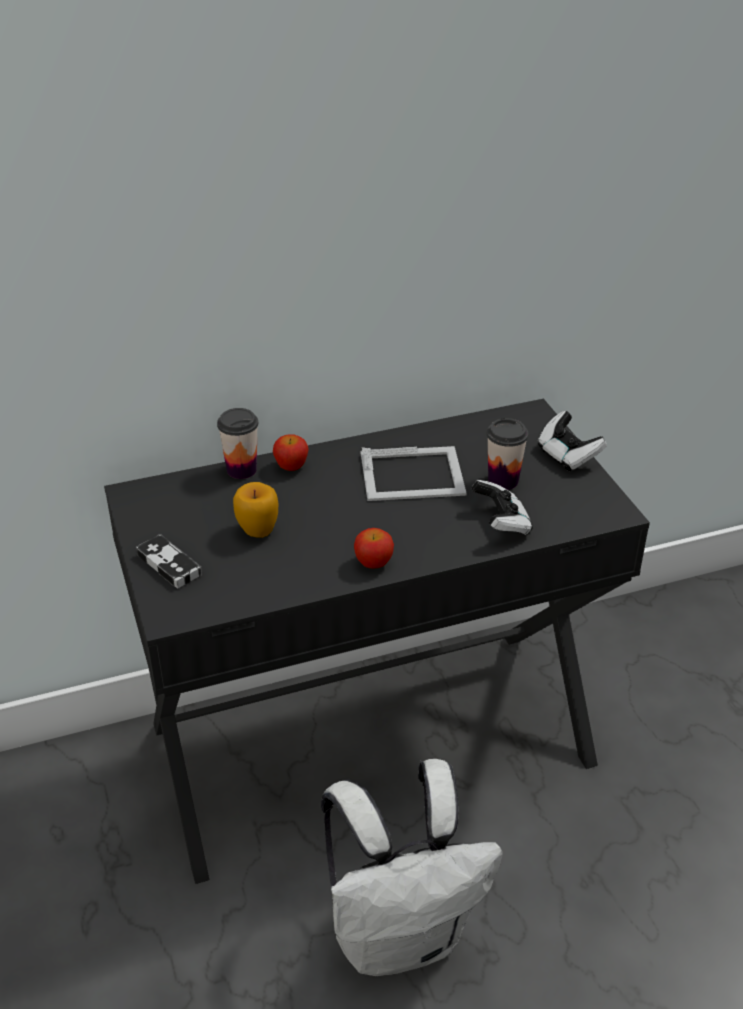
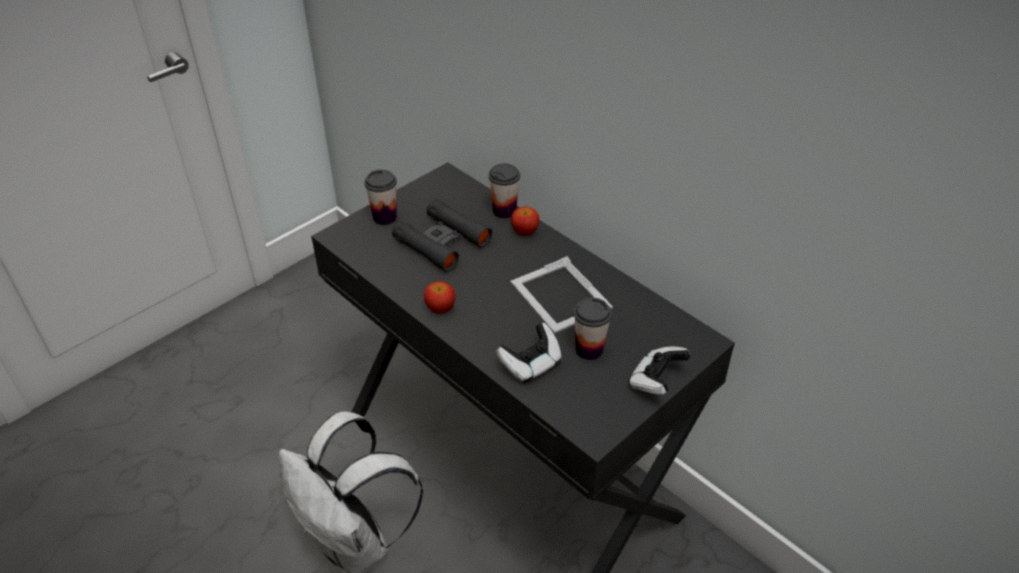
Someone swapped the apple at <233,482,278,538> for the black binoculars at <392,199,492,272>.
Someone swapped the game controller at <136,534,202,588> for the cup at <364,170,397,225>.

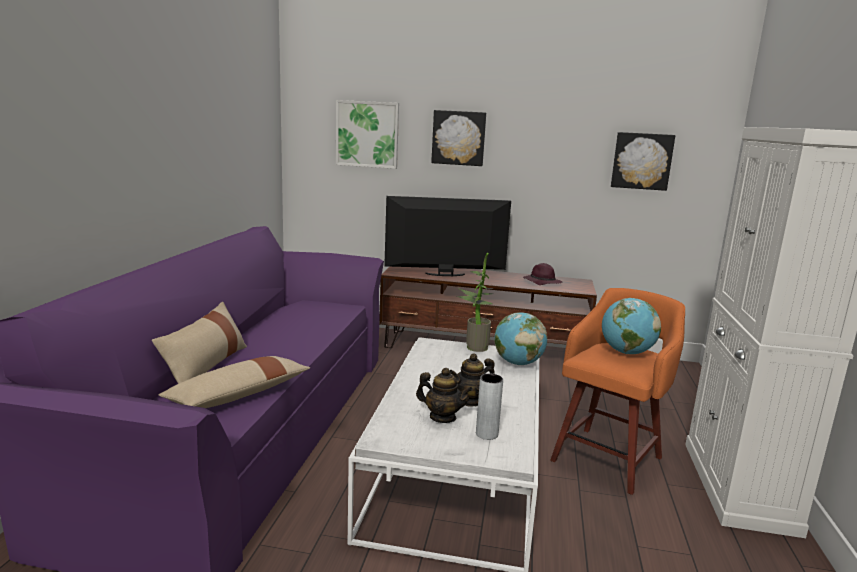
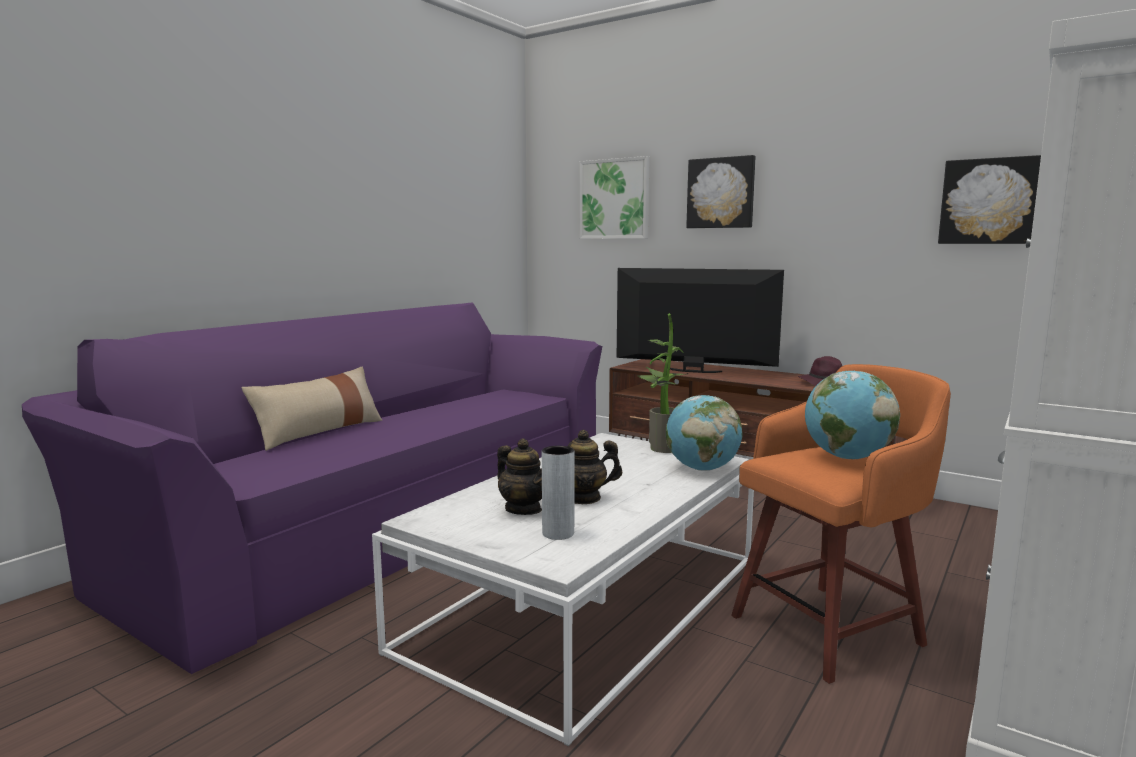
Someone took away the beige pillow at <159,356,310,408>.

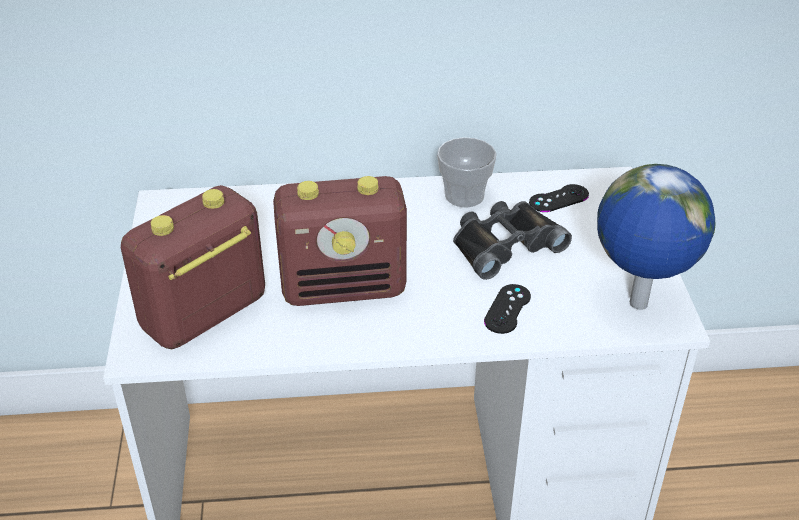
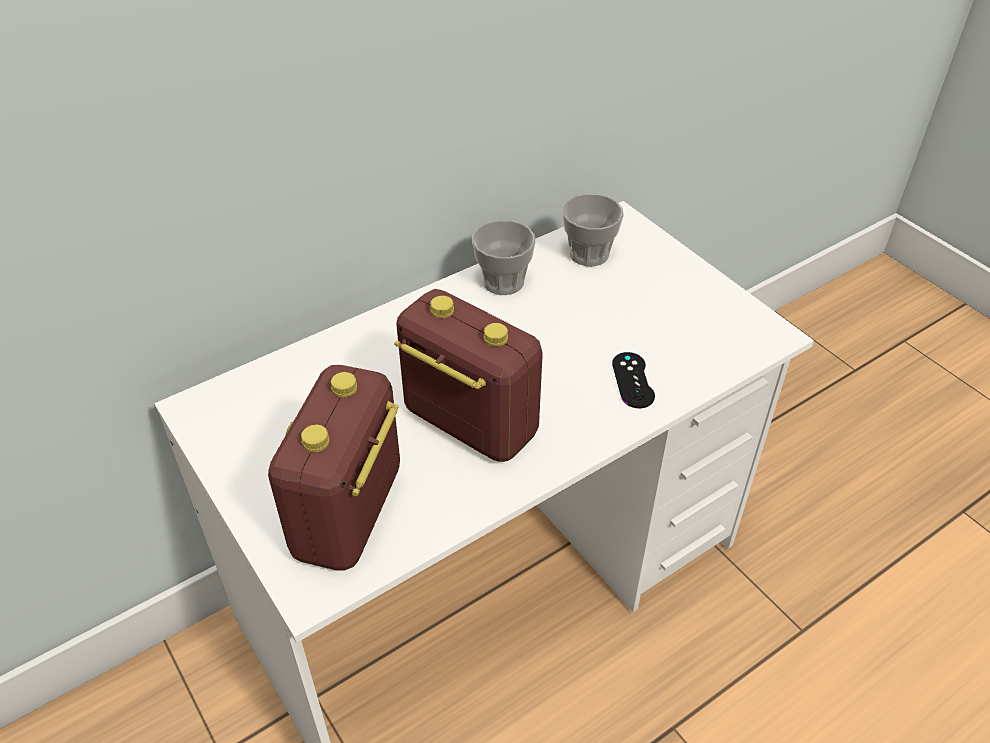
Someone took away the globe at <597,164,716,310>.
Someone rotated the radio at <273,176,407,306> by 105 degrees counterclockwise.
Someone swapped the black game controller at <529,184,589,212> for the cup at <562,194,624,266>.
Someone took away the black binoculars at <453,201,572,280>.

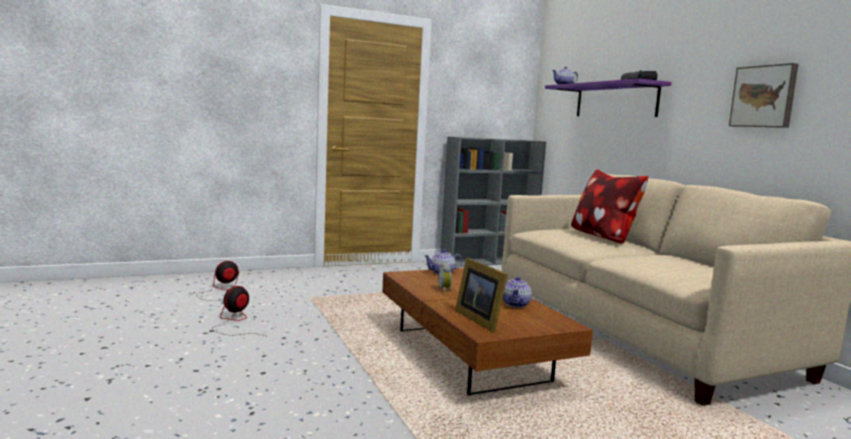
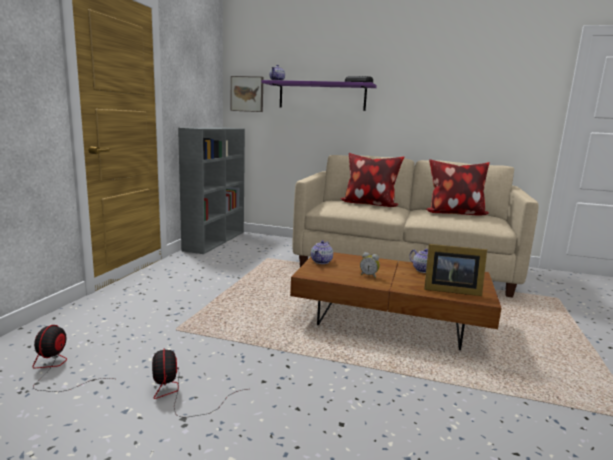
Someone carried the picture from <729,63,799,128> to <231,76,263,112>.
Someone put down the pillow at <426,159,490,216>.

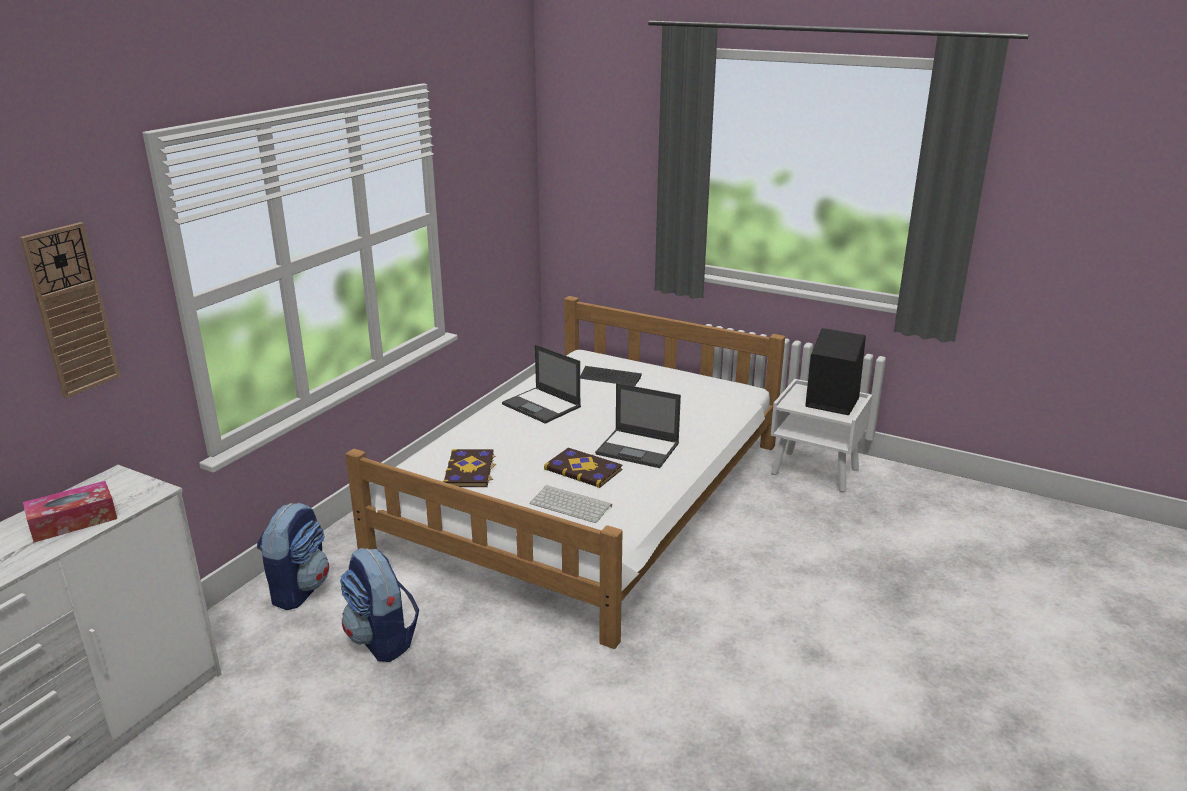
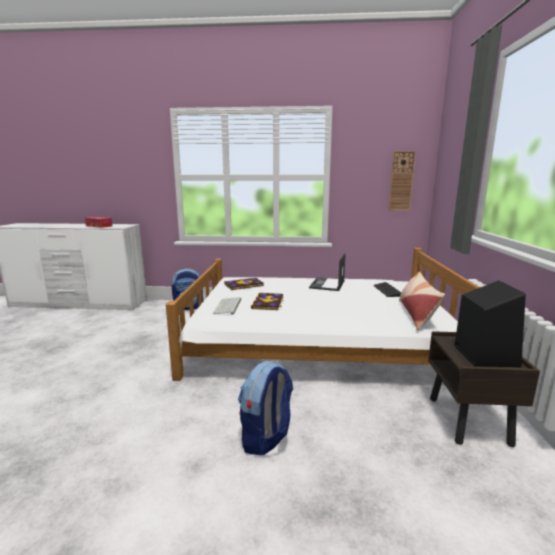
Someone carried the wall clock from <20,222,120,398> to <388,151,416,211>.
Someone repainted the white nightstand at <771,379,872,492>, which became the brown nightstand at <428,331,540,447>.
Someone took away the laptop at <595,383,681,468>.
Someone carried the backpack from <340,547,419,662> to <238,361,293,455>.
Someone put down the pillow at <399,272,445,330>.

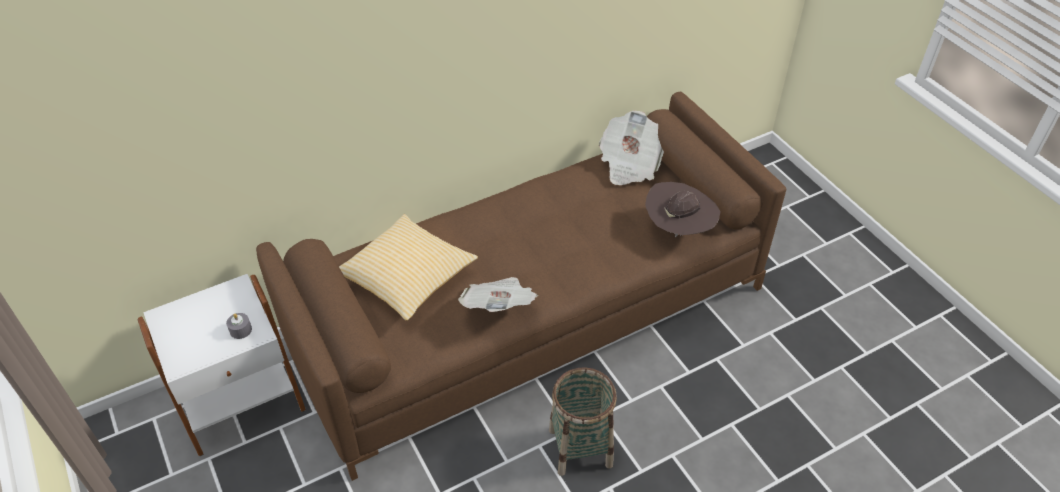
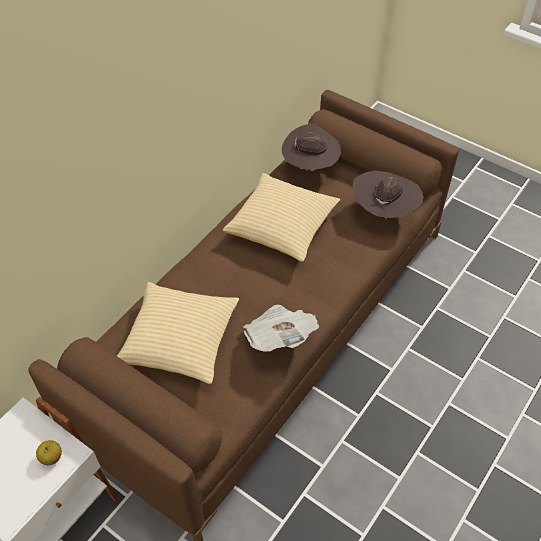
Someone swapped the newspaper at <599,111,664,185> for the brown hat at <282,123,341,171>.
Someone swapped the grey candle at <226,313,252,339> for the apple at <36,440,62,465>.
Someone took away the basket at <549,368,617,476>.
Someone put down the pillow at <223,173,340,262>.

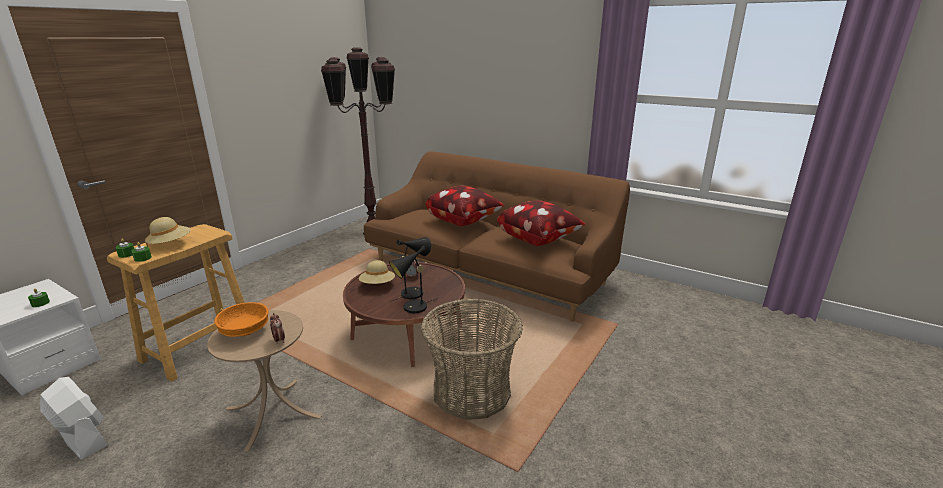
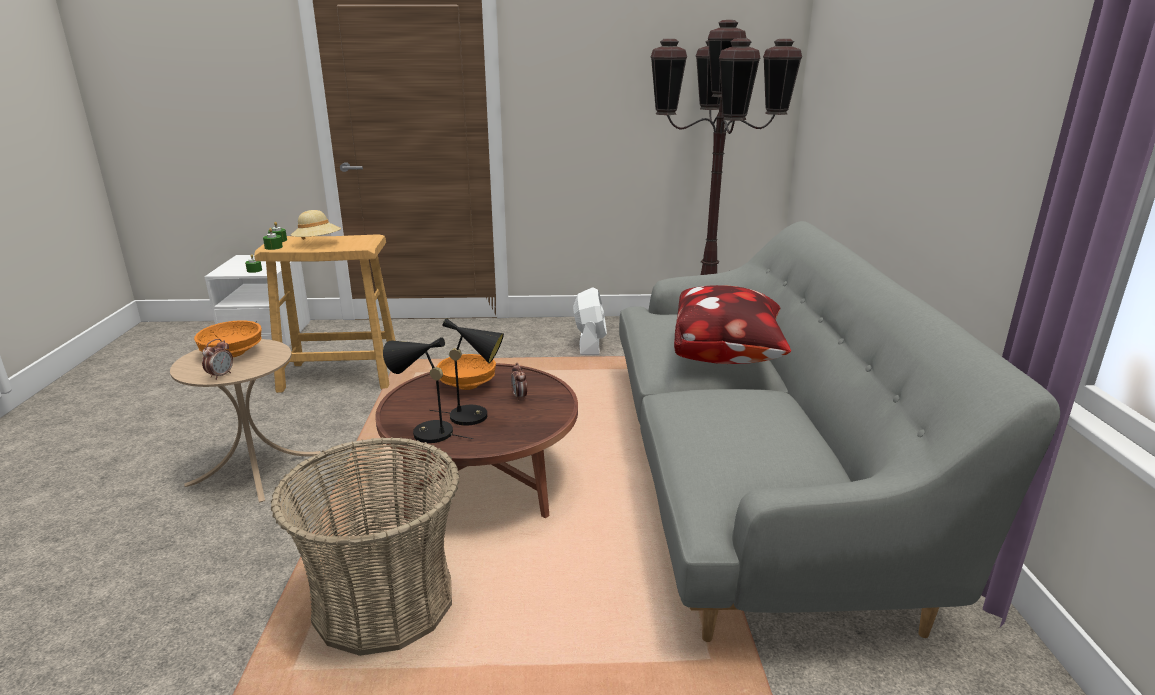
Someone repainted the brown sofa at <364,151,630,322>, which became the grey sofa at <619,221,1060,642>.
Someone took away the pillow at <497,200,585,246>.
Someone swapped the beige hat at <359,260,395,284> for the orange bowl at <437,354,496,390>.
Someone carried the white fan from <40,377,108,460> to <573,287,607,355>.

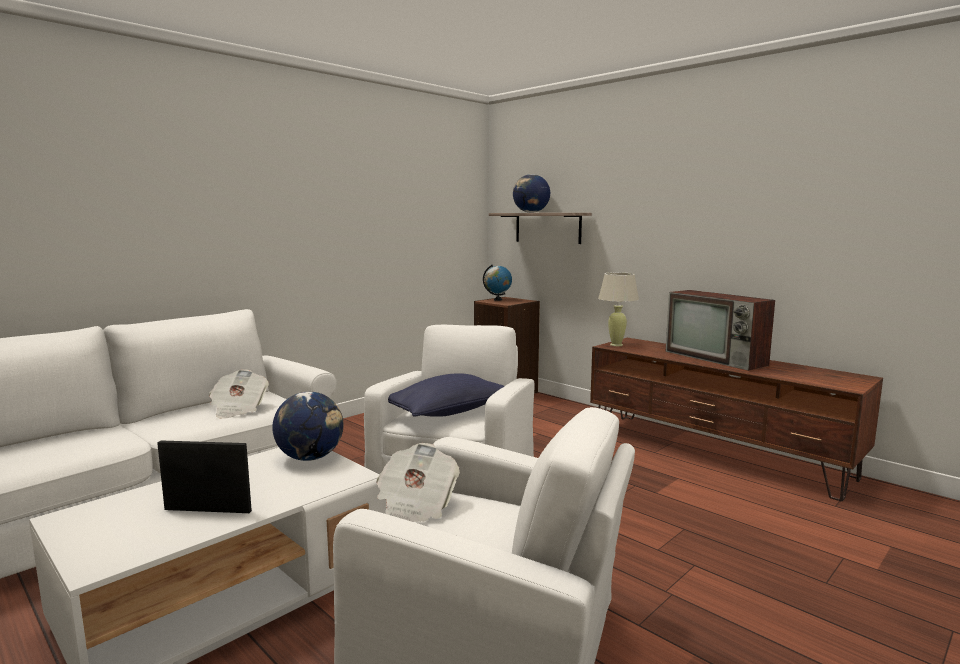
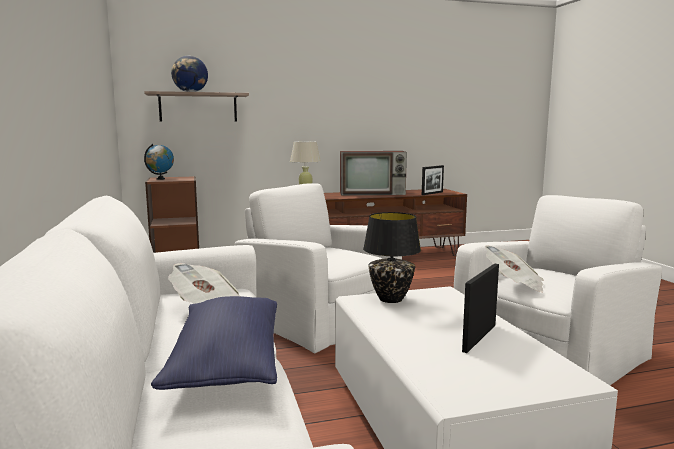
Someone carried the blue pillow from <388,373,505,417> to <151,296,277,390>.
Someone swapped the globe at <272,392,343,461> for the black table lamp at <363,212,421,303>.
Someone put down the picture frame at <422,165,444,195>.

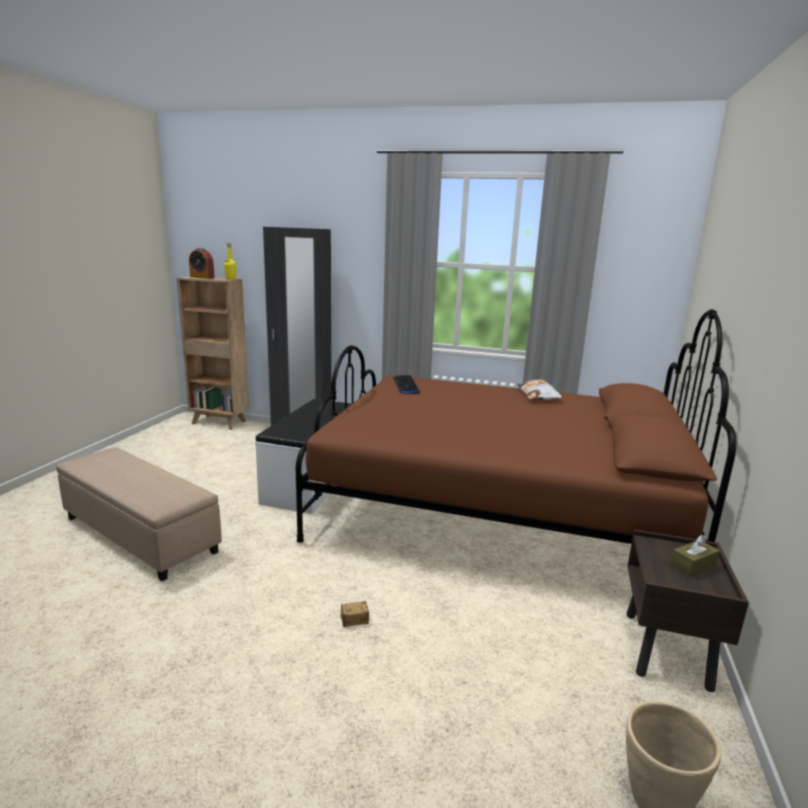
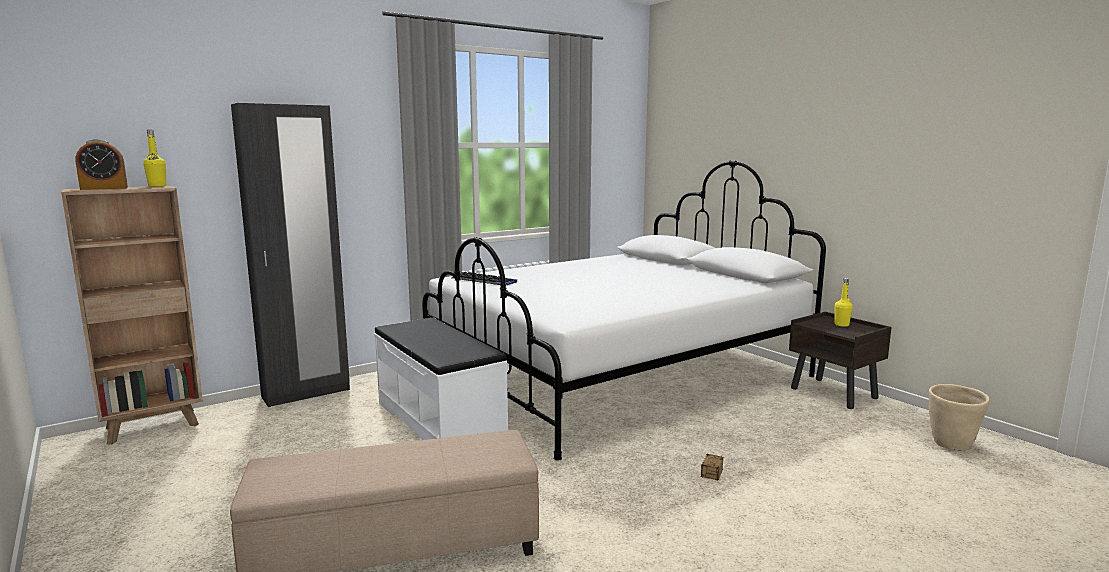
Someone repainted the brown bed at <296,309,736,544>, which became the white bed at <422,161,826,461>.
Someone took away the pillow at <517,380,562,400>.
Someone swapped the brown tissue box at <670,535,720,577> for the yellow bottle at <835,278,853,327>.

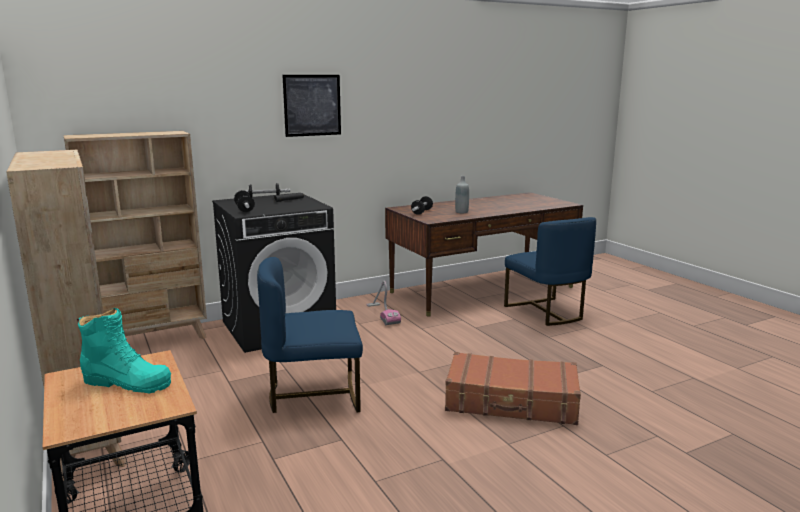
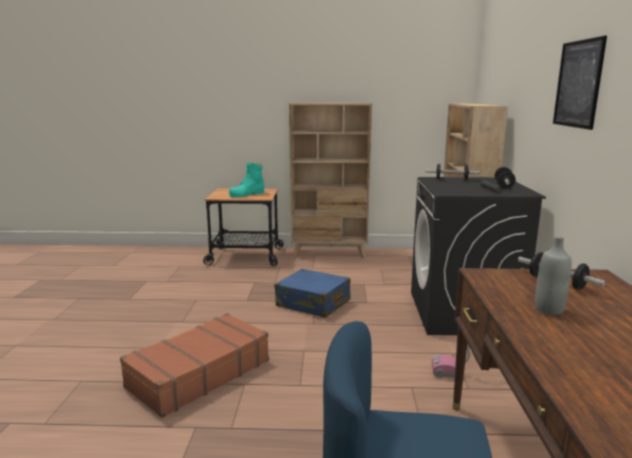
Someone swapped the blue chair at <257,257,363,413> for the blue suitcase at <275,269,351,318>.

